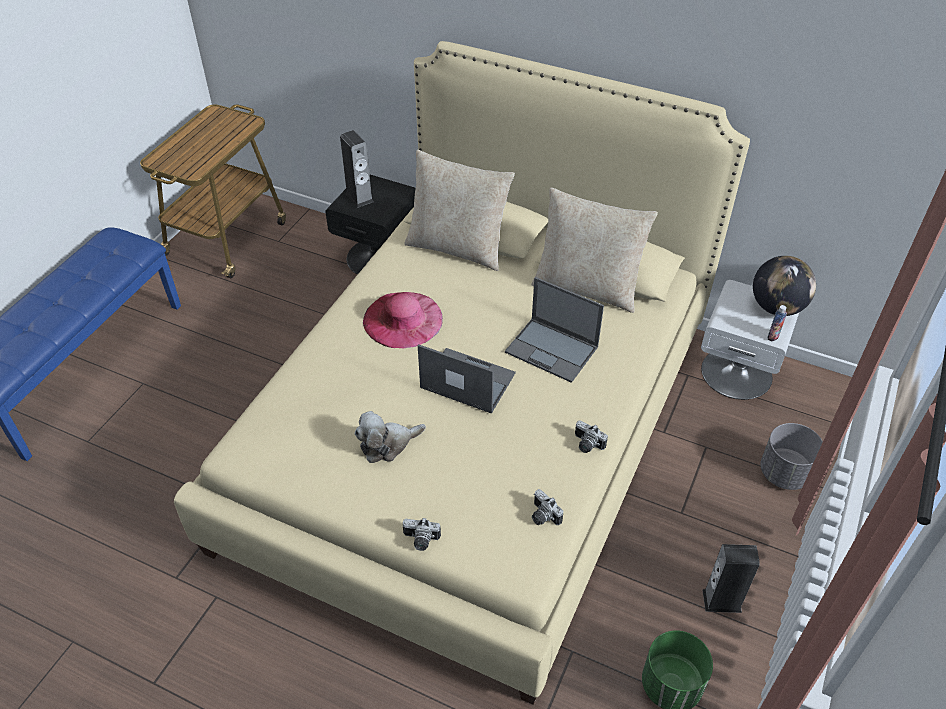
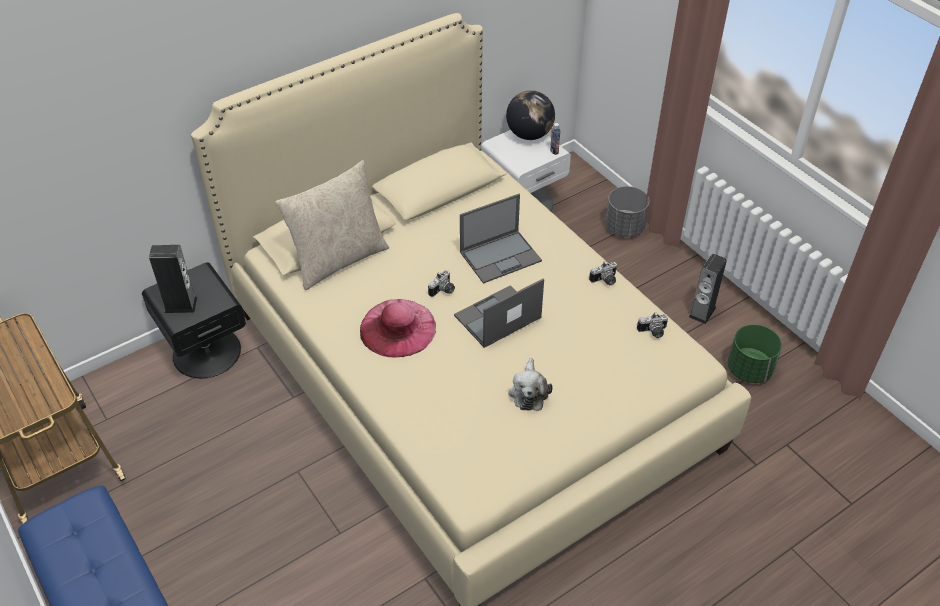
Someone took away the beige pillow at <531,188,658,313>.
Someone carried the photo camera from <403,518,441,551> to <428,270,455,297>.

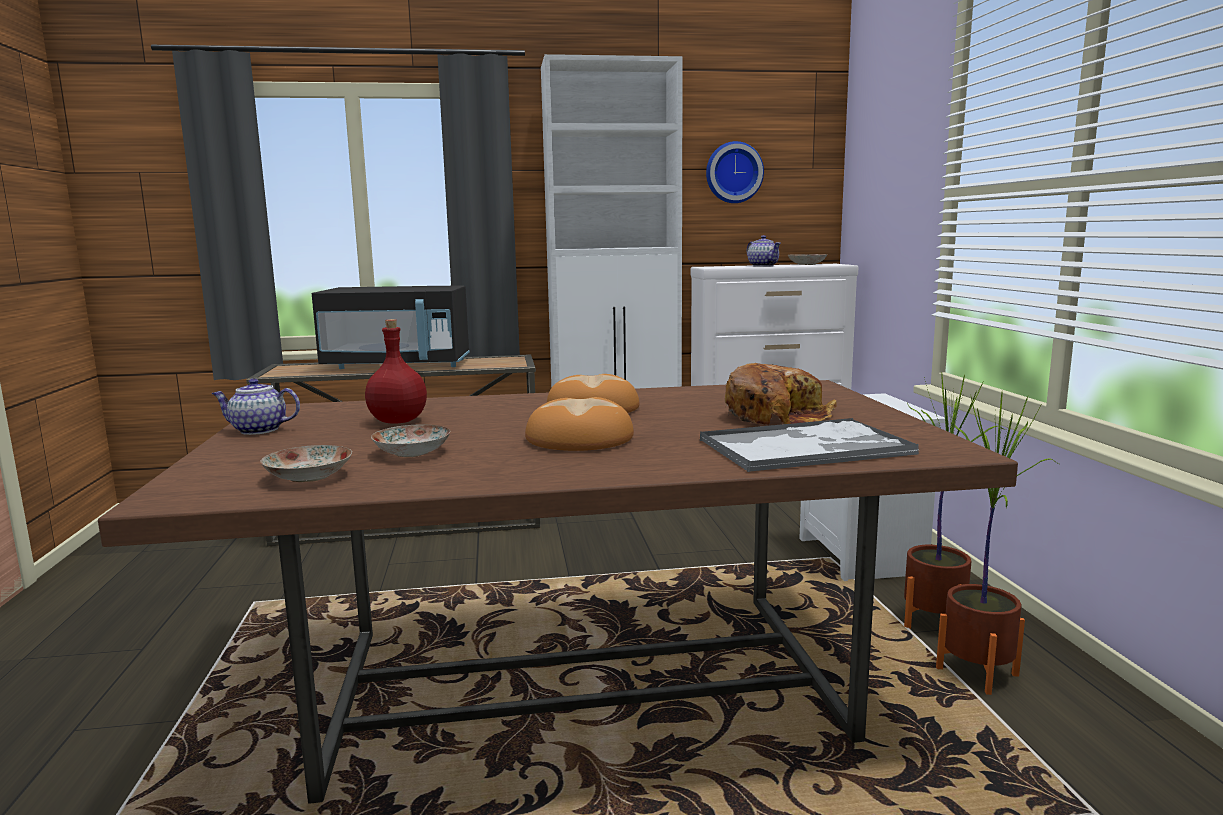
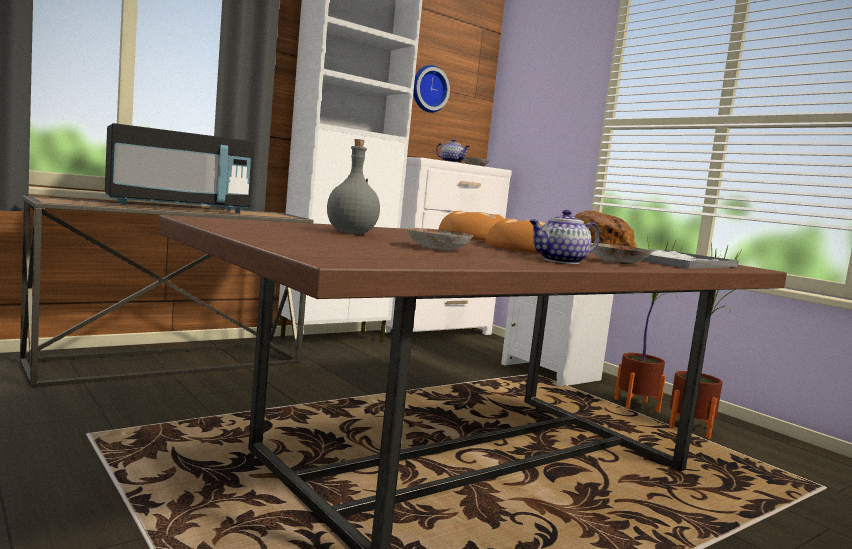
Someone repainted the red bottle at <365,319,427,424>, which became the grey bottle at <327,139,380,234>.
Someone carried the teapot from <212,378,300,435> to <529,210,600,264>.
Someone carried the plate from <260,445,352,482> to <590,243,652,264>.

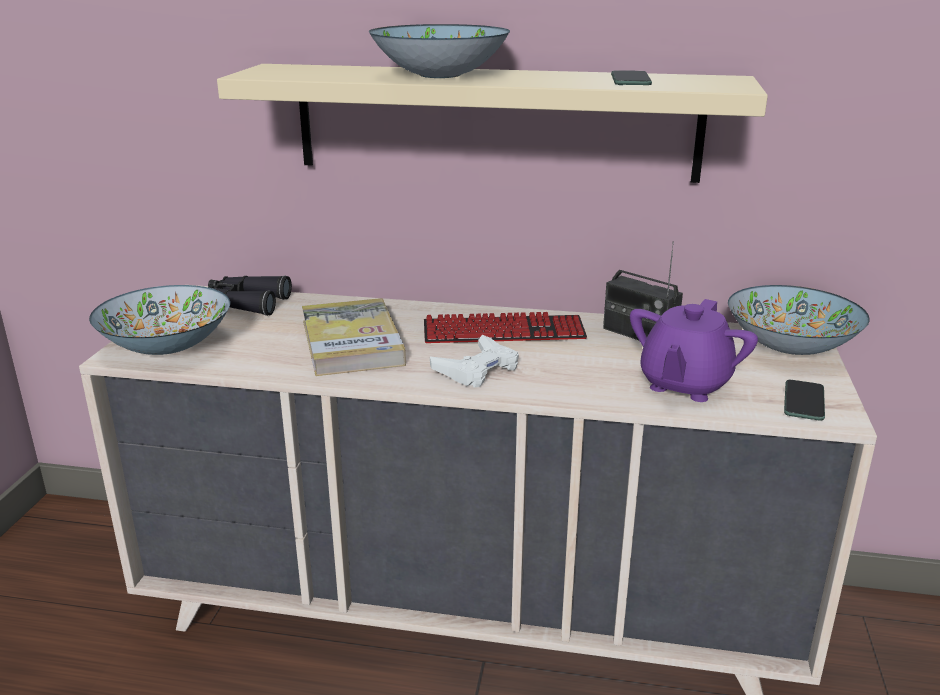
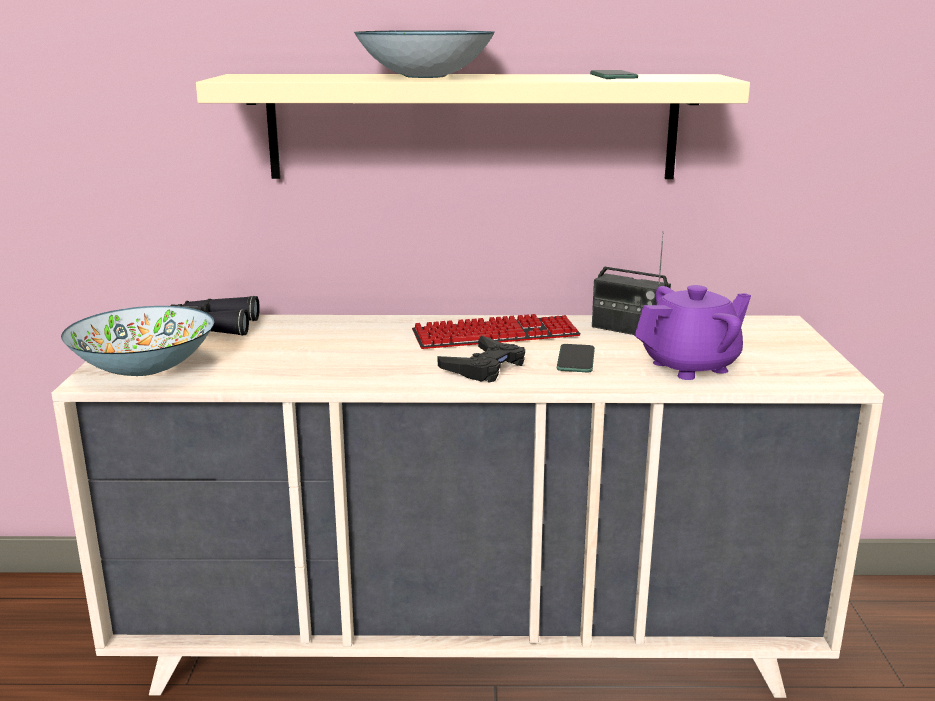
Someone took away the bowl at <728,285,870,355>.
Someone took away the book at <302,298,406,376>.
Someone rotated the purple teapot at <630,299,758,402> by 135 degrees counterclockwise.
Someone repainted the white game controller at <430,335,519,388>, which became the black game controller at <438,335,525,383>.
Someone carried the phone from <784,380,825,421> to <557,344,595,372>.

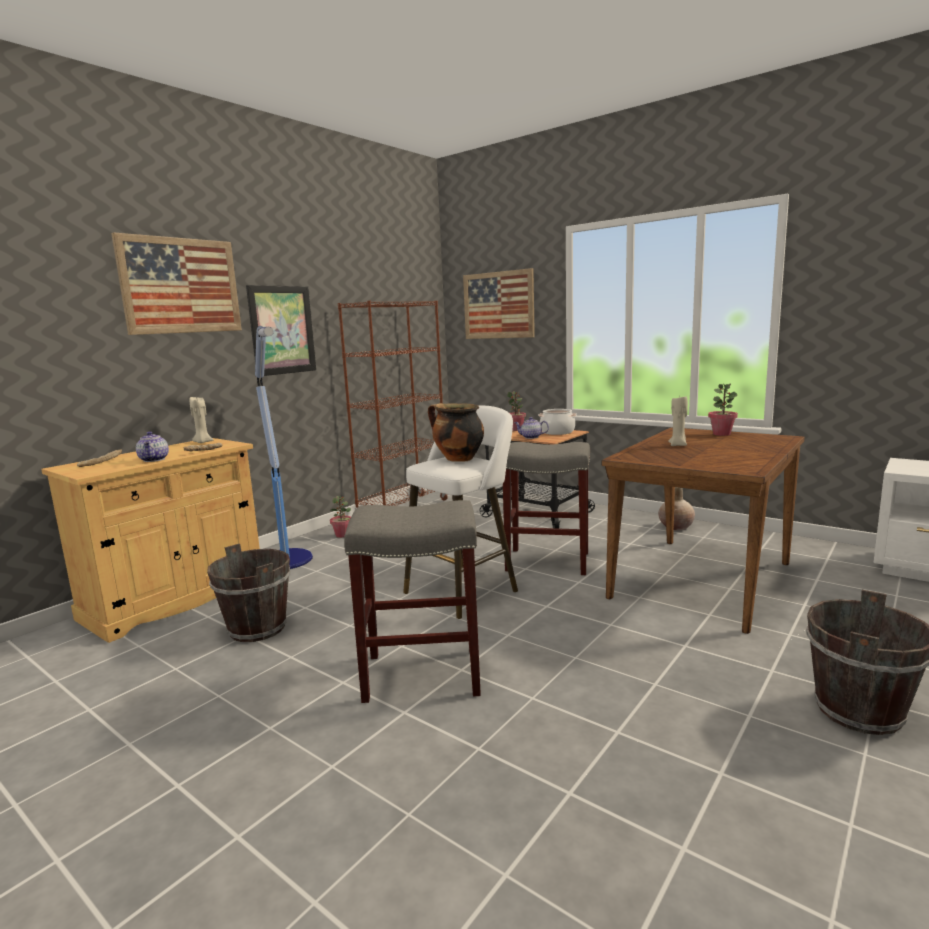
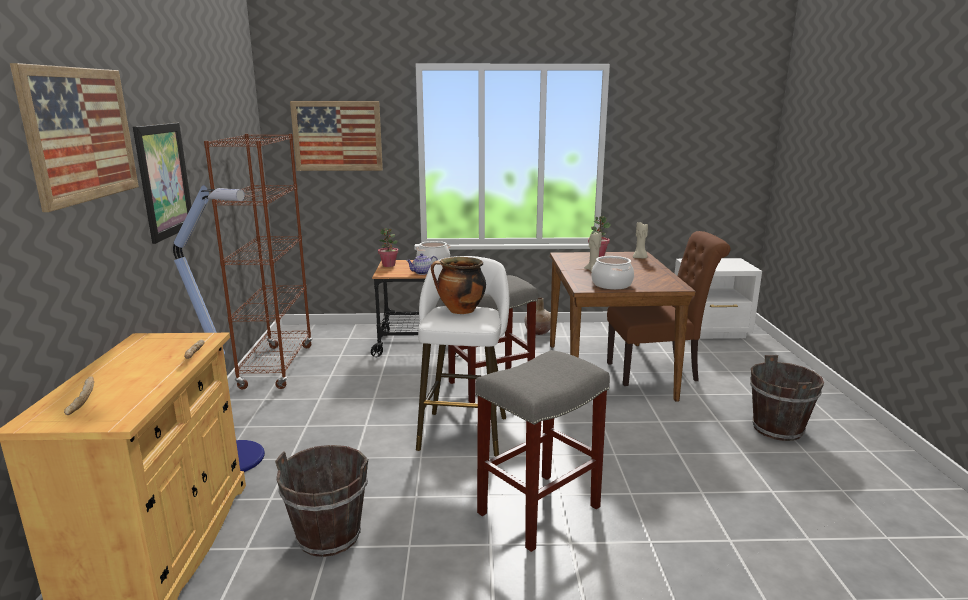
Someone carried the beige candle from <189,397,214,443> to <633,222,648,259>.
Someone took away the teapot at <136,432,169,462>.
Someone took away the potted plant at <330,496,351,538>.
Someone put down the brown chair at <607,231,731,386>.
Someone put down the cooking pot at <591,256,634,290>.

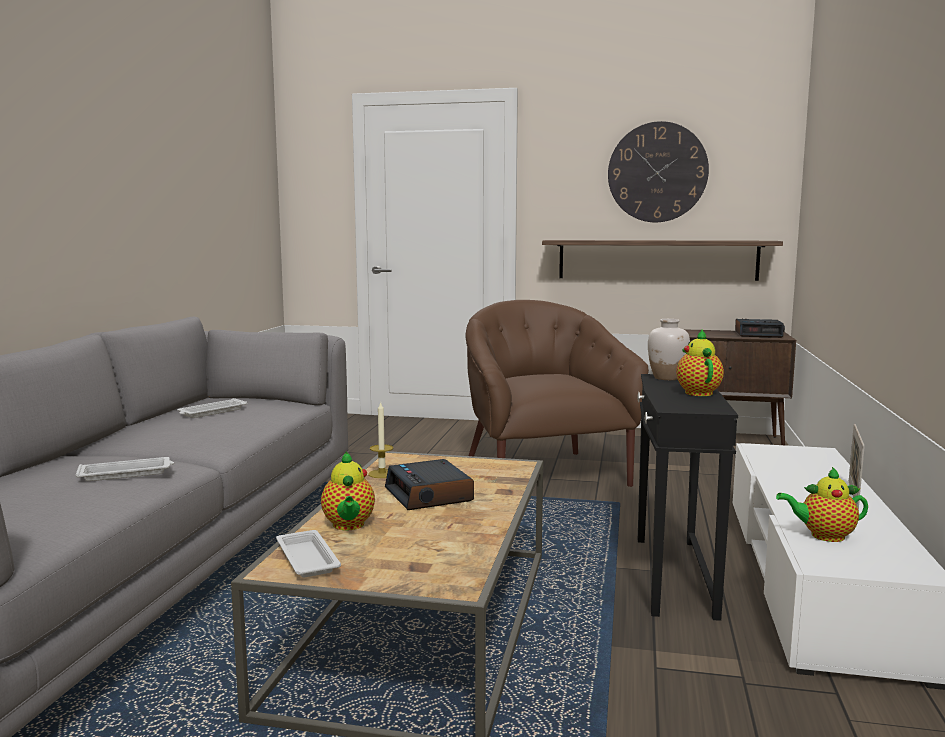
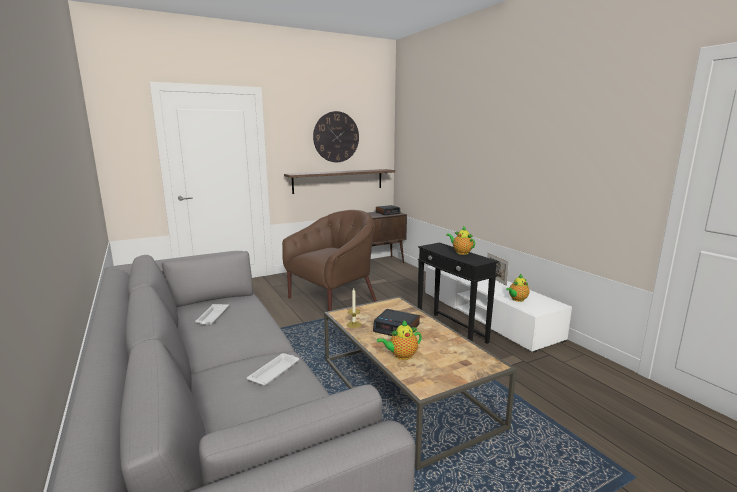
Someone rotated the brown armchair at <466,300,649,487> by 105 degrees clockwise.
Someone took away the white vase at <648,319,690,380>.
Someone rotated the teapot at <321,451,375,530> by 120 degrees clockwise.
Someone took away the white tray at <276,530,341,577>.

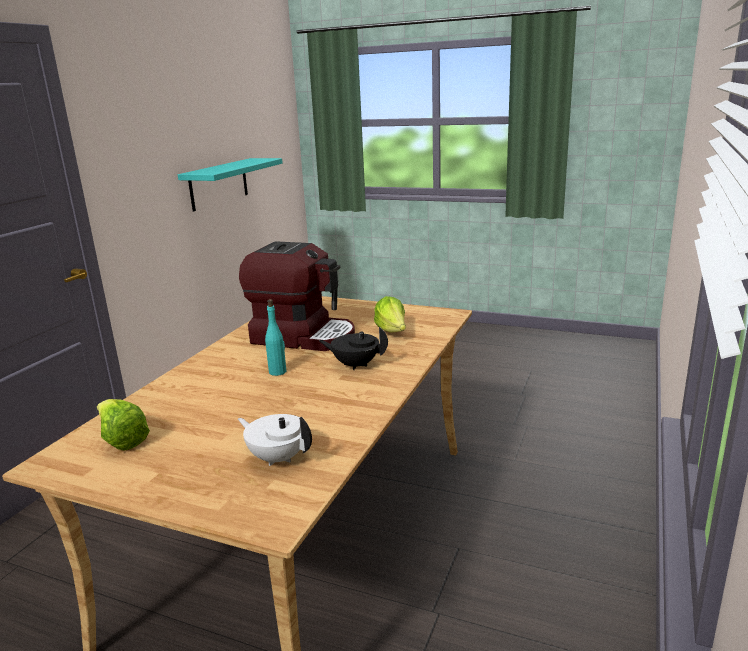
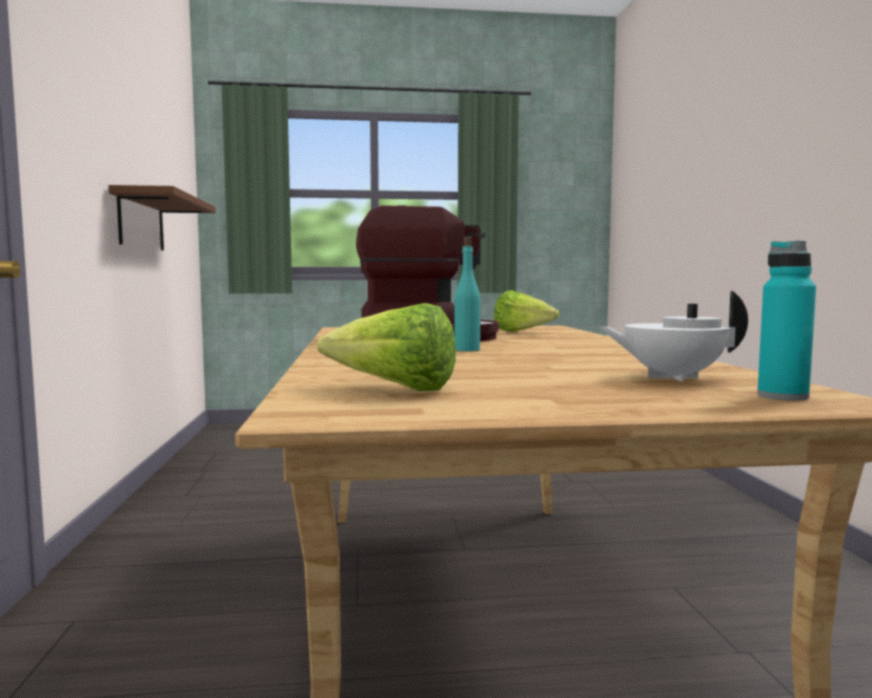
Someone repainted the turquoise shelf at <178,158,283,212>, which became the brown shelf at <108,185,216,251>.
Someone took away the black teapot at <319,327,388,370>.
Someone put down the turquoise bottle at <757,240,816,401>.

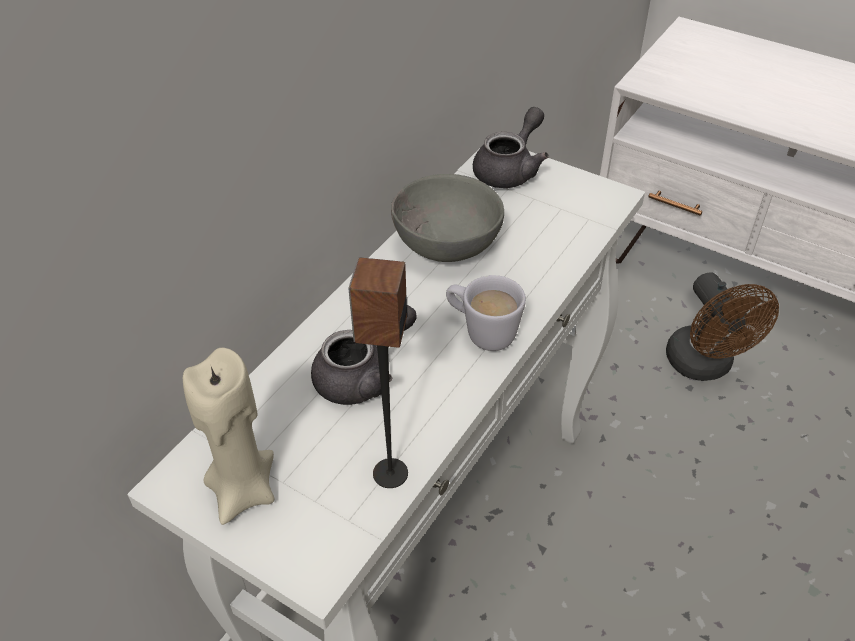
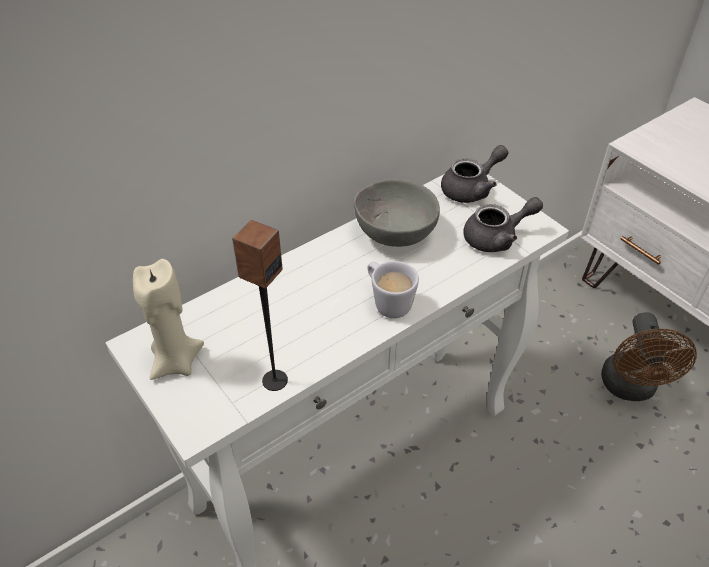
Someone carried the grey teapot from <311,305,417,405> to <463,197,543,252>.

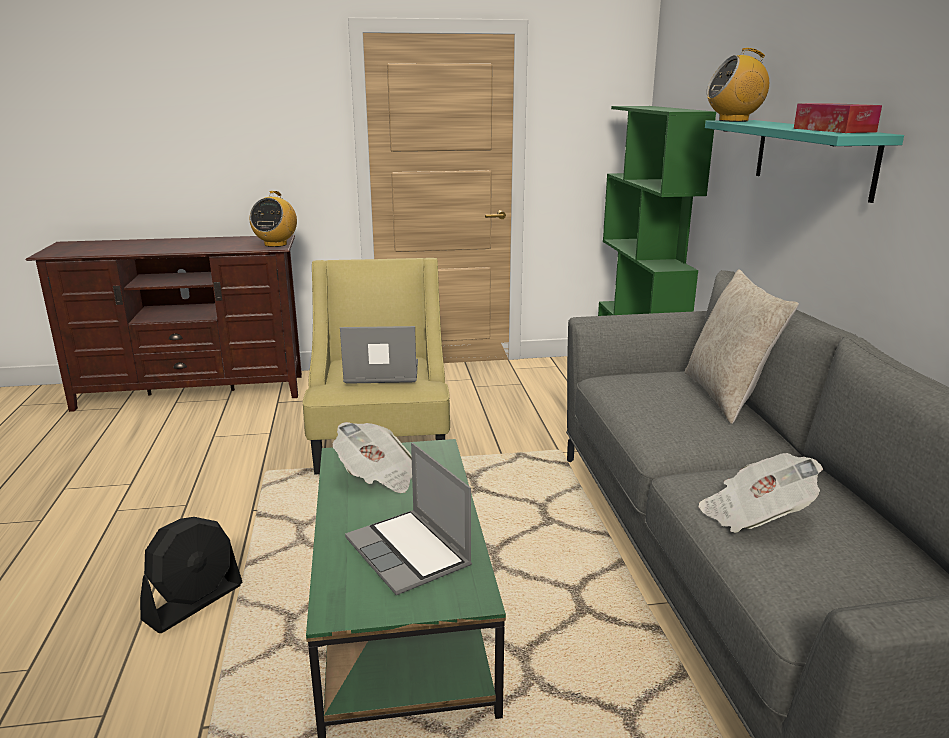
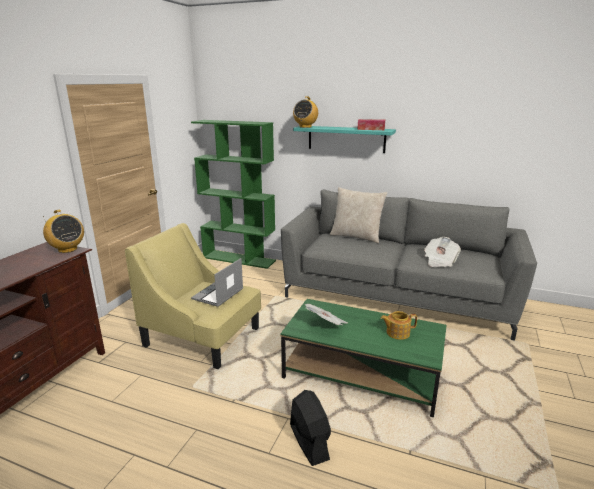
Someone swapped the laptop at <345,443,472,595> for the teapot at <381,311,417,340>.

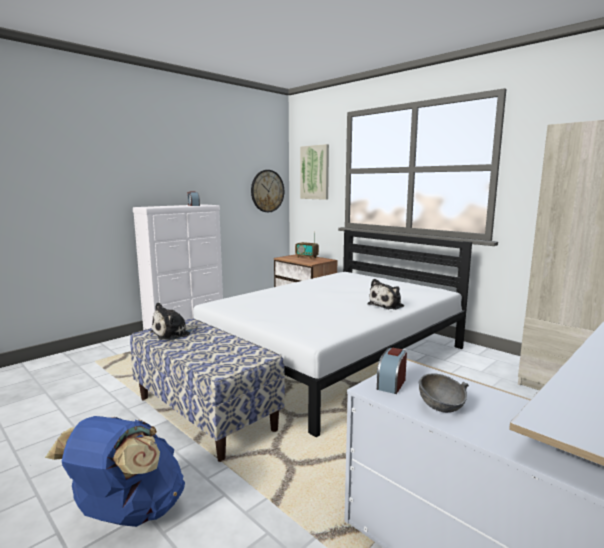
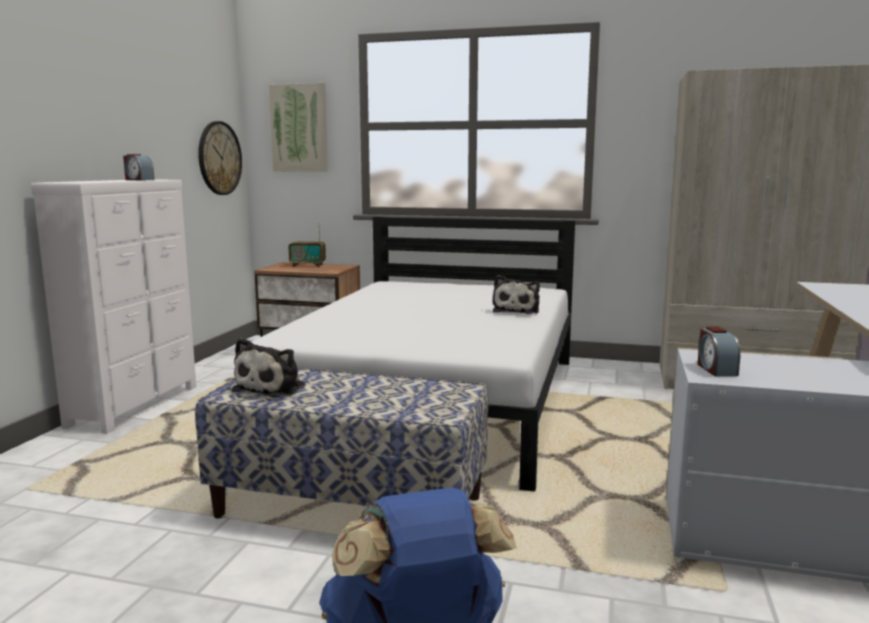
Someone took away the grey bowl at <418,373,469,413>.

